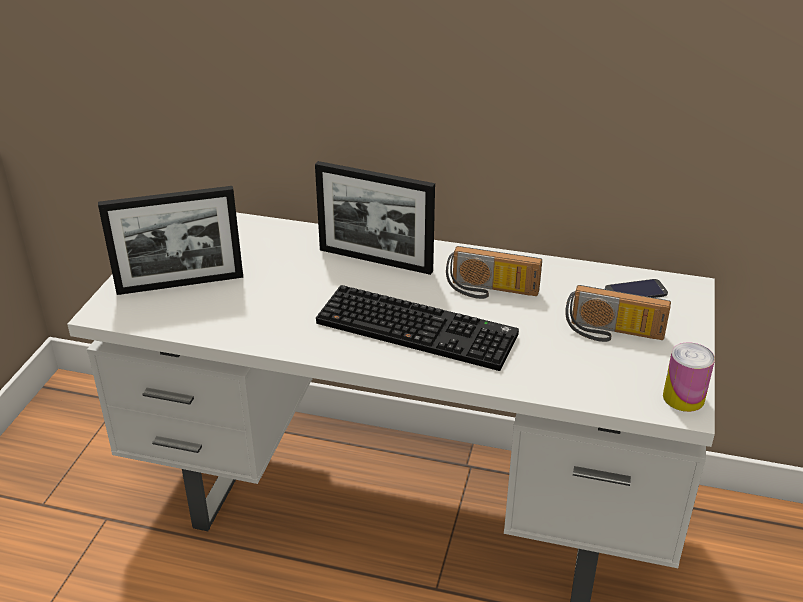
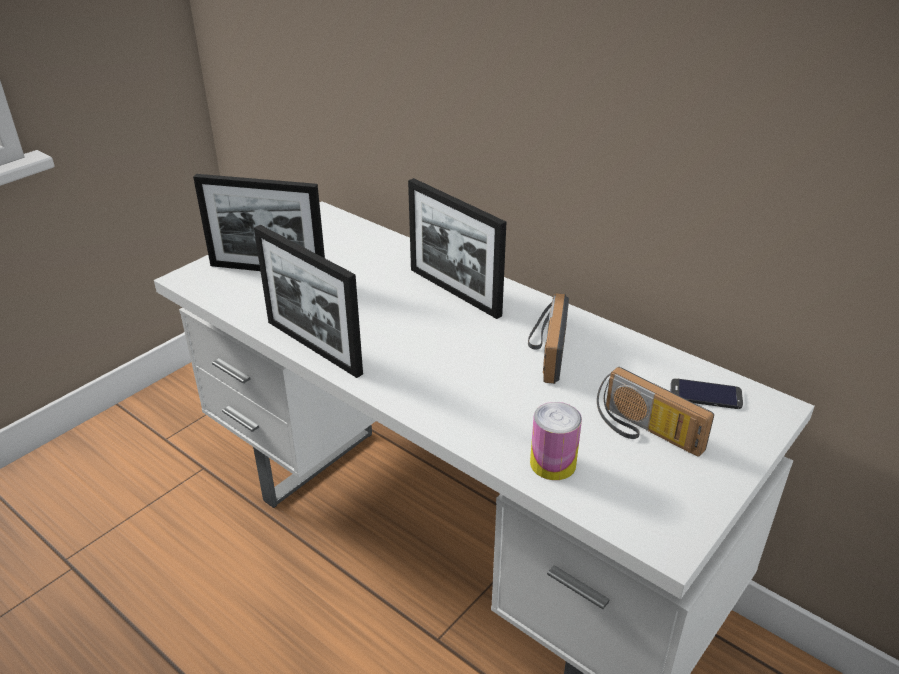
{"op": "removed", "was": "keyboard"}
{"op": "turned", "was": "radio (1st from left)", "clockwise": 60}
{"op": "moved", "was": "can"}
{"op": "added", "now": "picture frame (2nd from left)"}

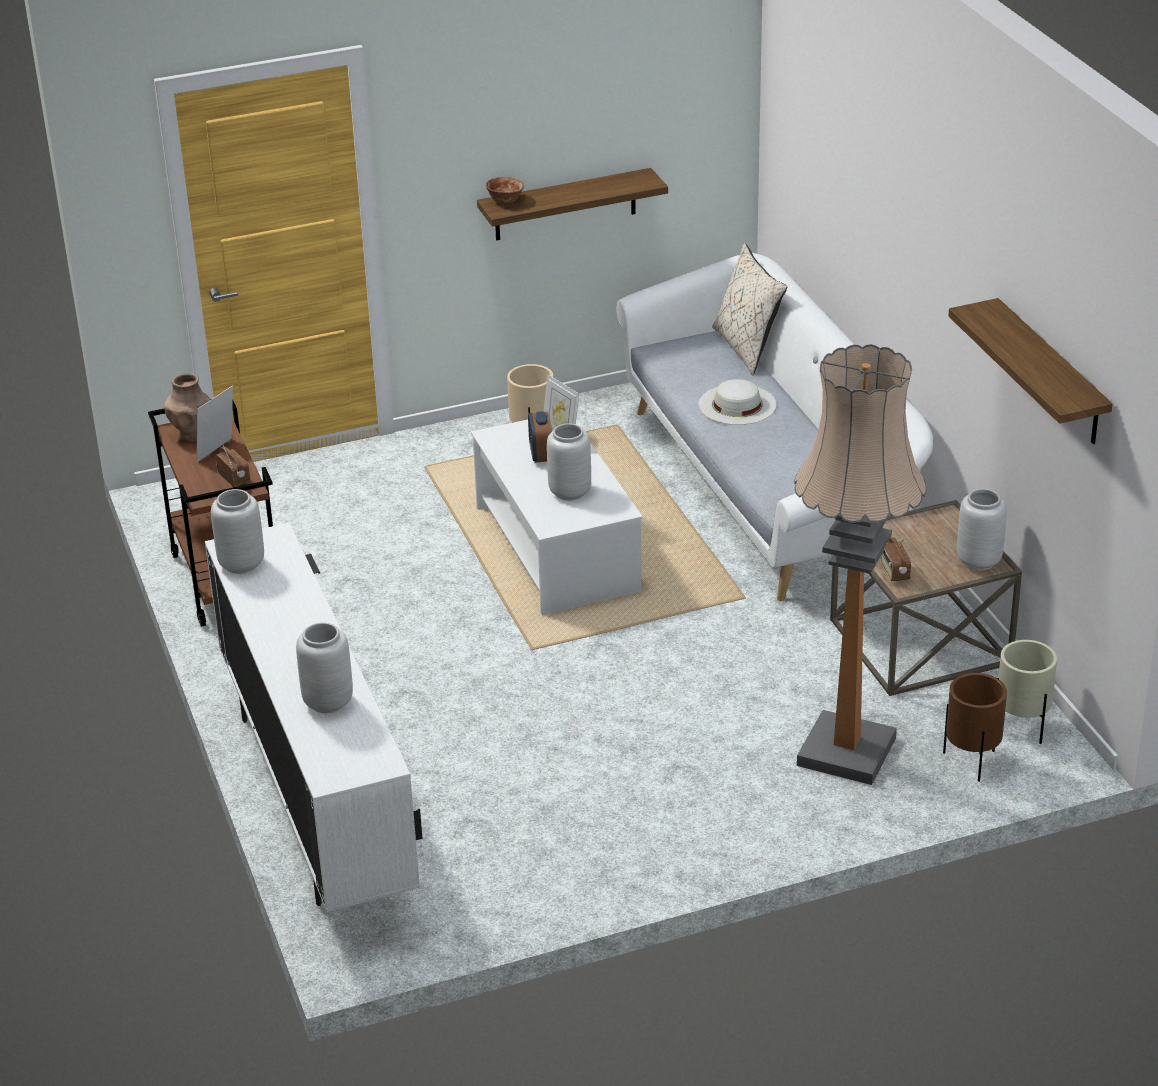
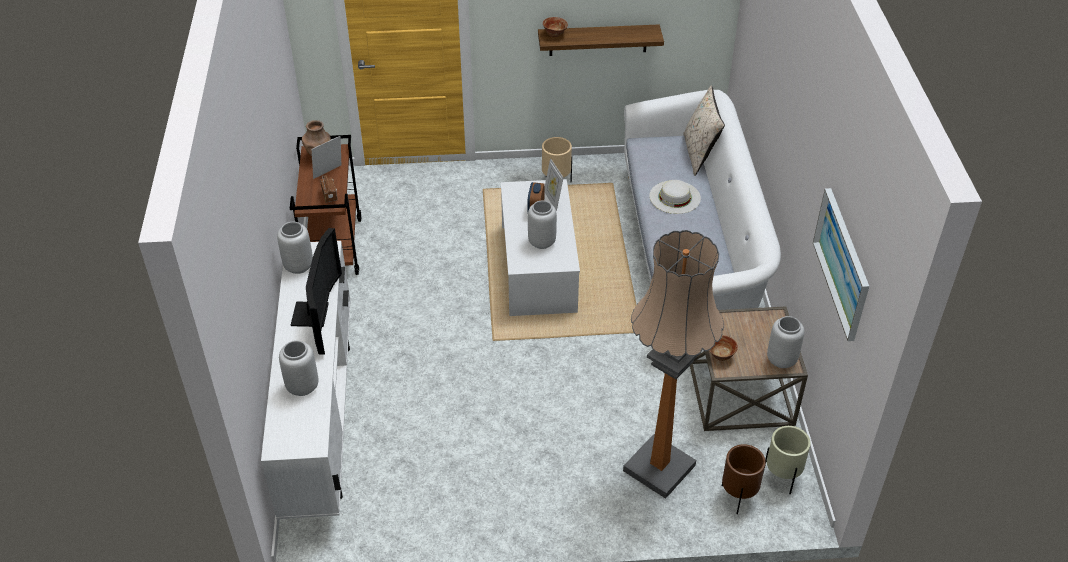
{"op": "replaced", "was": "radio (2nd from left)", "now": "bowl (2nd from left)"}
{"op": "replaced", "was": "shelf (2nd from left)", "now": "picture"}
{"op": "added", "now": "television"}

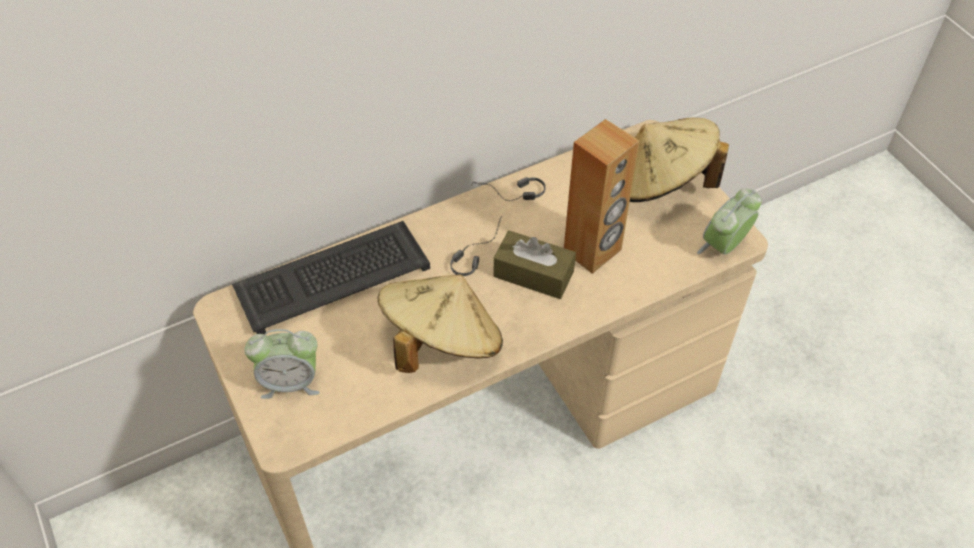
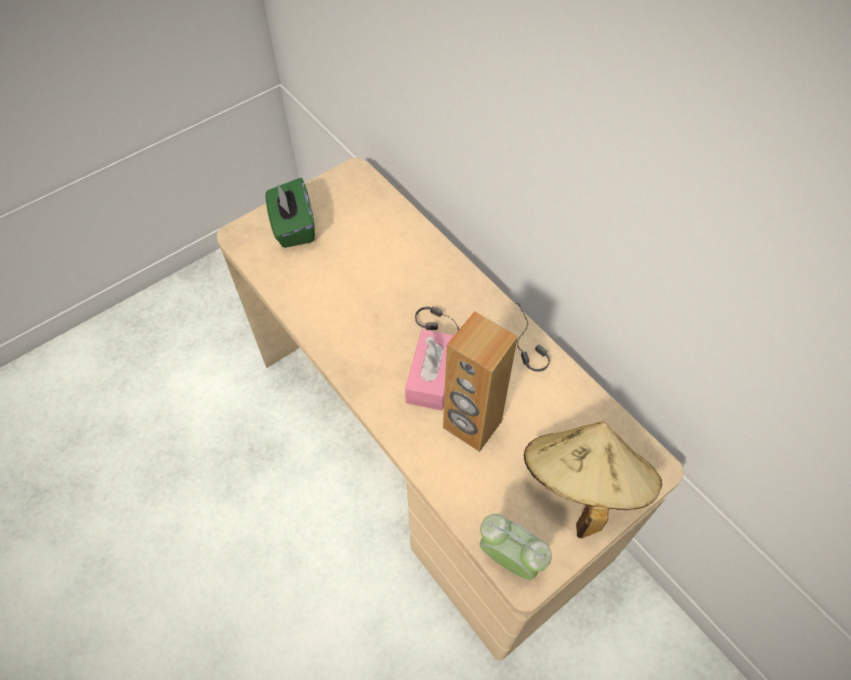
{"op": "removed", "was": "keyboard"}
{"op": "replaced", "was": "alarm clock (1st from left)", "now": "tissue box/green"}
{"op": "removed", "was": "hat/beige (1st from left)"}
{"op": "recoloured", "was": "tissue box/brown", "now": "tissue box/pink"}

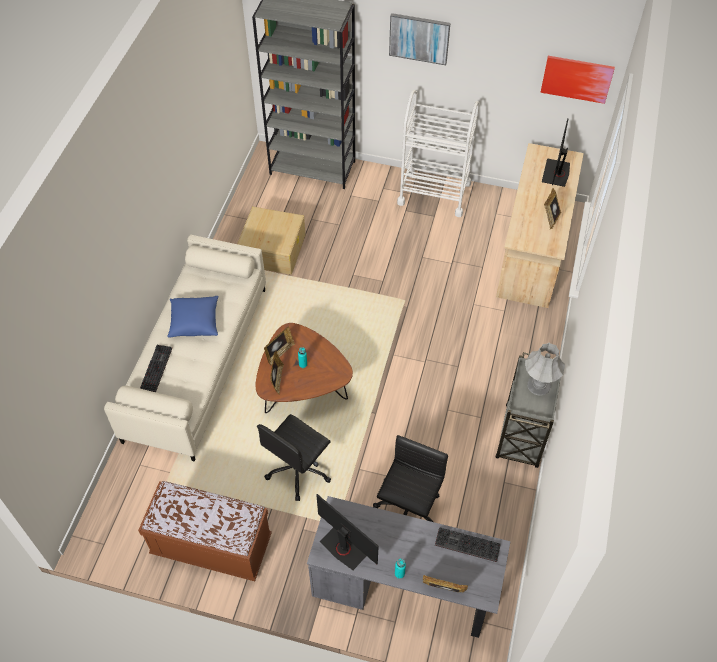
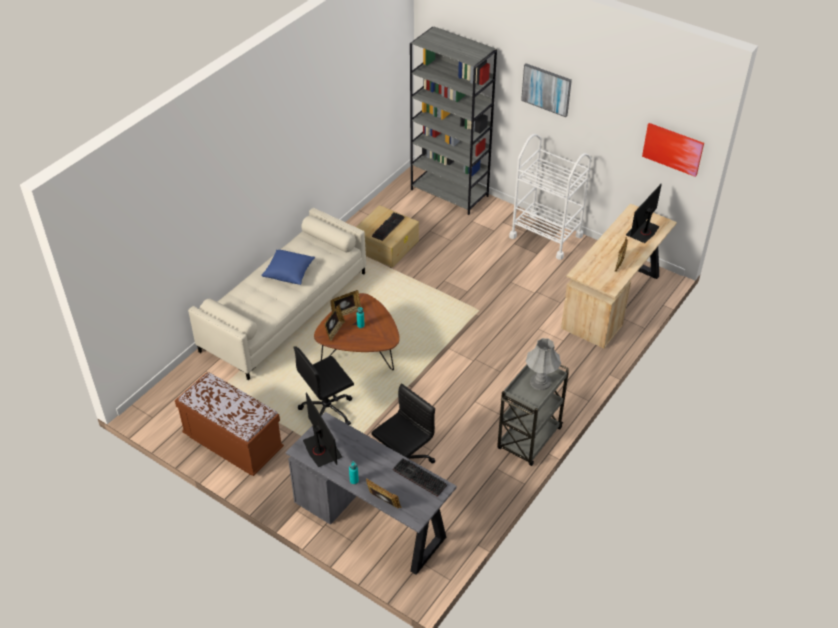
{"op": "moved", "was": "keyboard (1st from left)"}

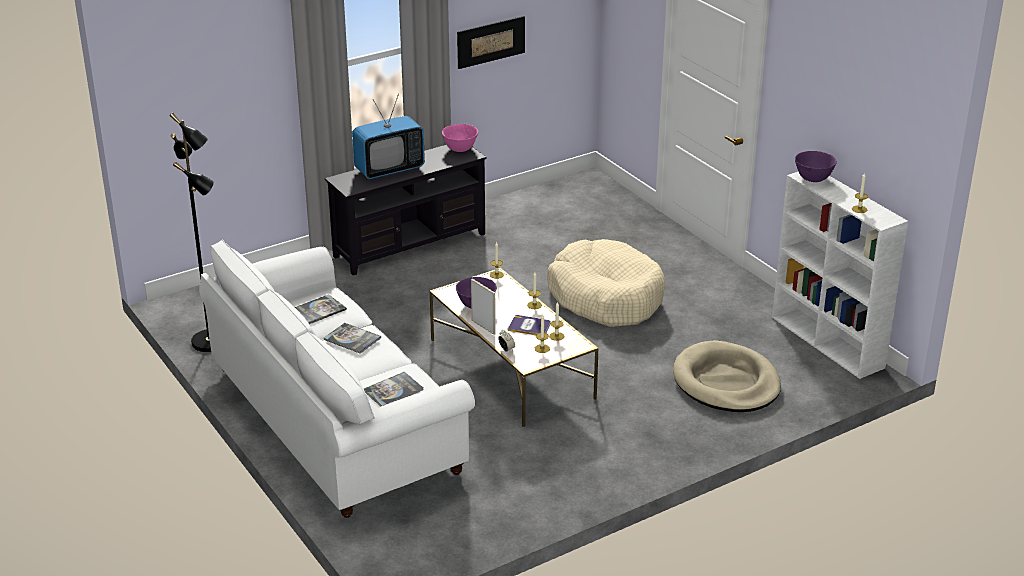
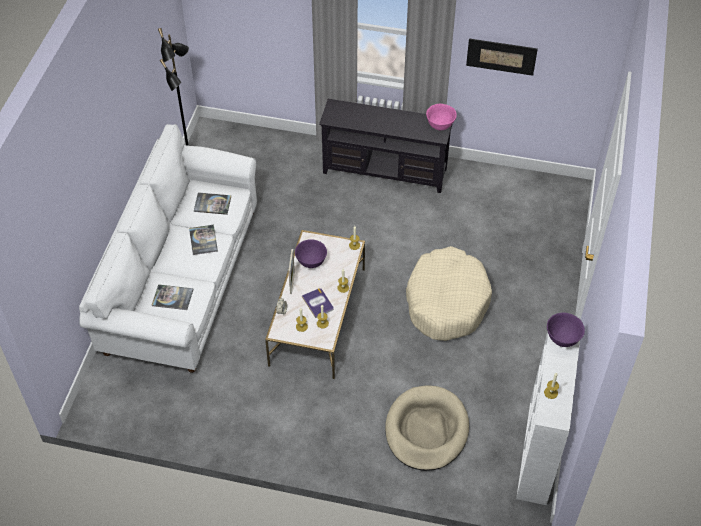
{"op": "removed", "was": "television"}

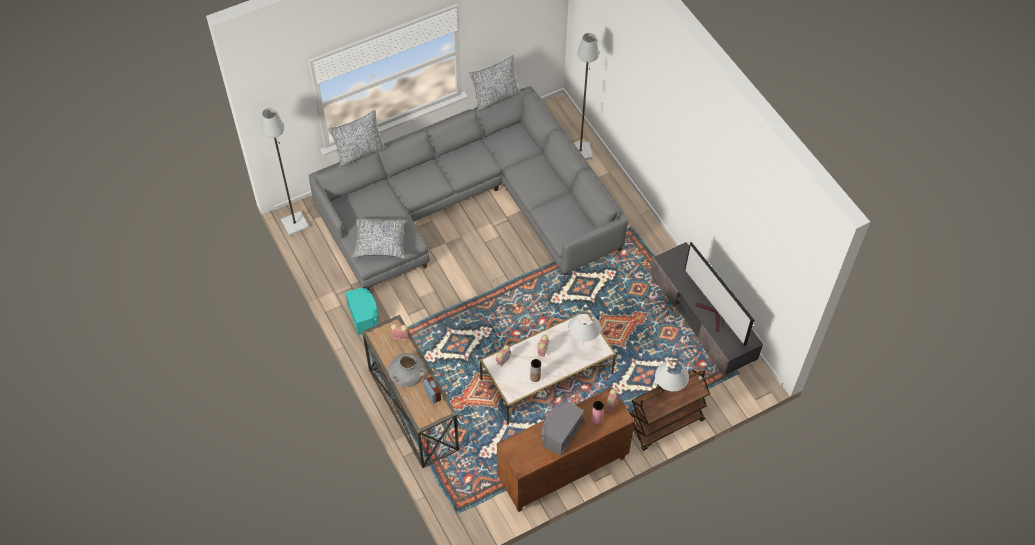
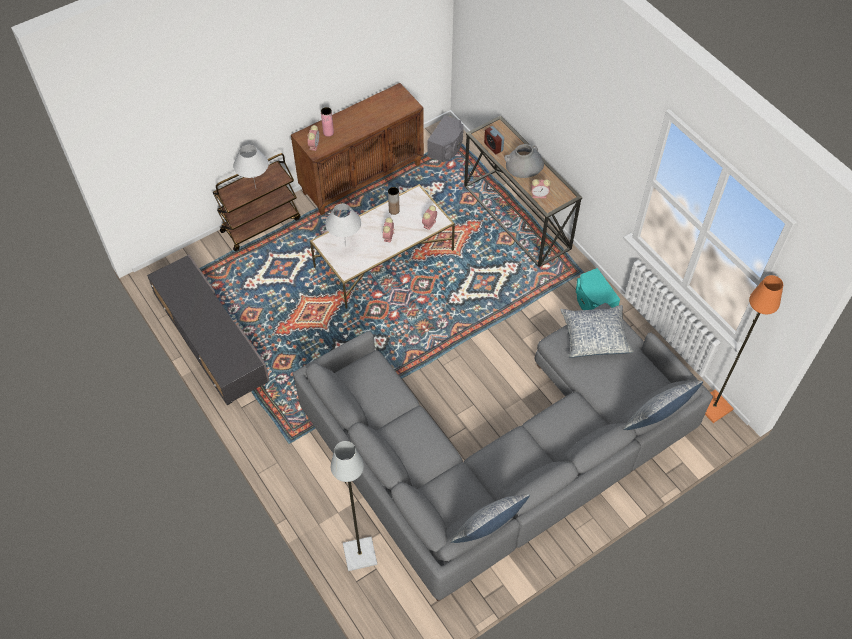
{"op": "recoloured", "was": "floor lamp/grey (1st from left)", "now": "floor lamp/orange"}
{"op": "moved", "was": "speaker/grey"}
{"op": "removed", "was": "television"}

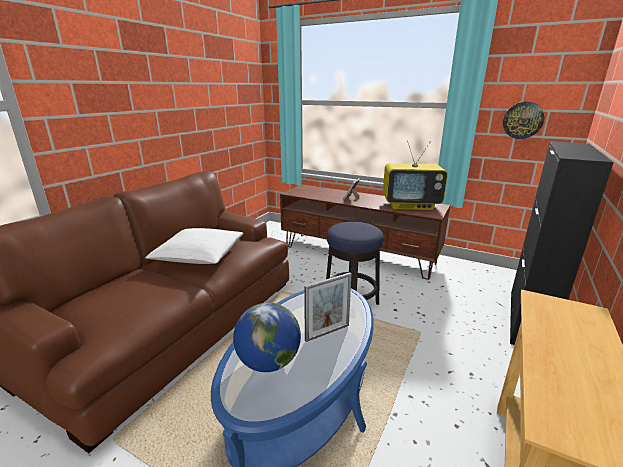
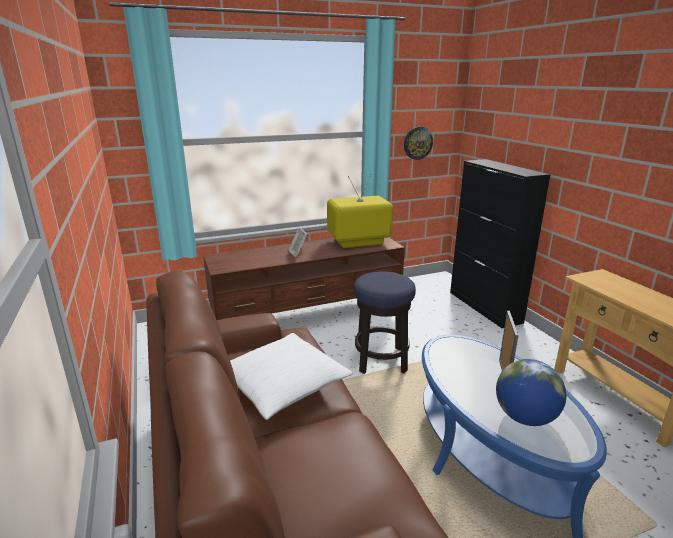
{"op": "turned", "was": "television", "clockwise": -150}

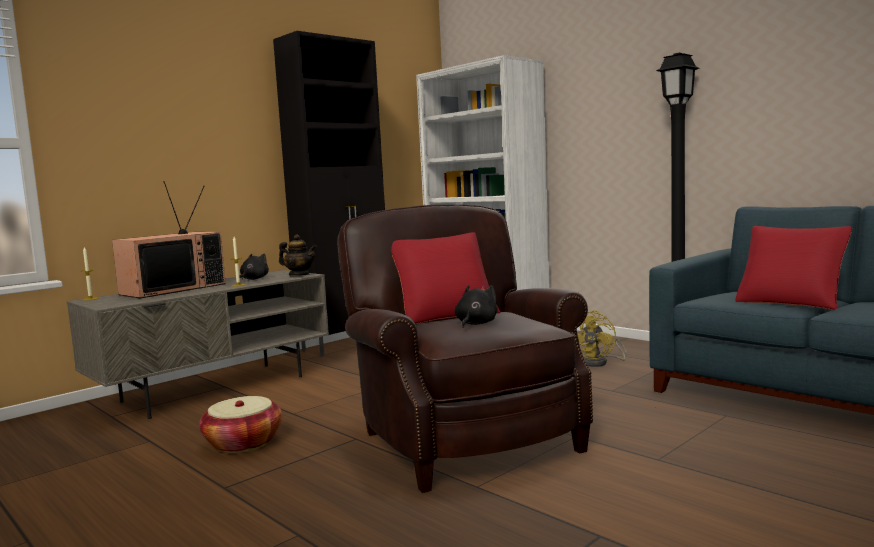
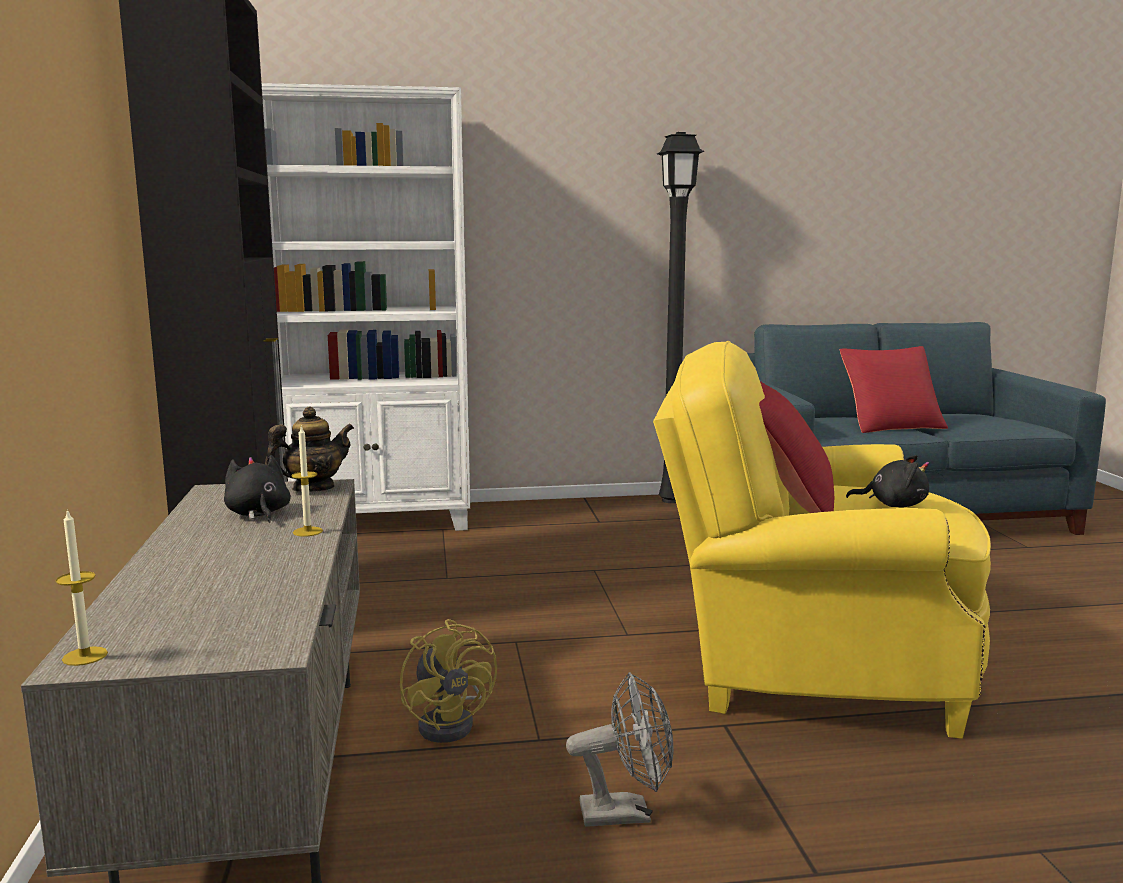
{"op": "removed", "was": "television"}
{"op": "replaced", "was": "basket", "now": "fan/grey"}
{"op": "recoloured", "was": "armchair/brown", "now": "armchair/yellow"}
{"op": "turned", "was": "plush toy/black (2nd from left)", "clockwise": 135}
{"op": "moved", "was": "fan/yellow"}

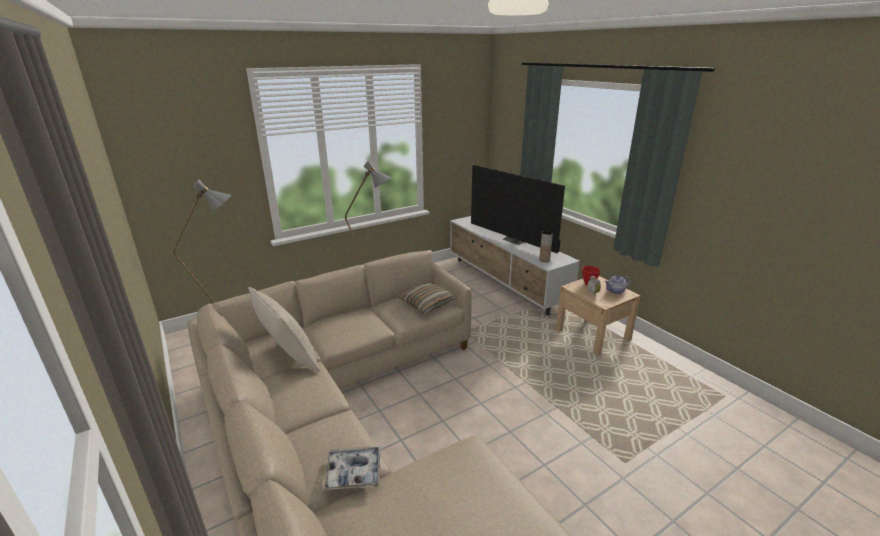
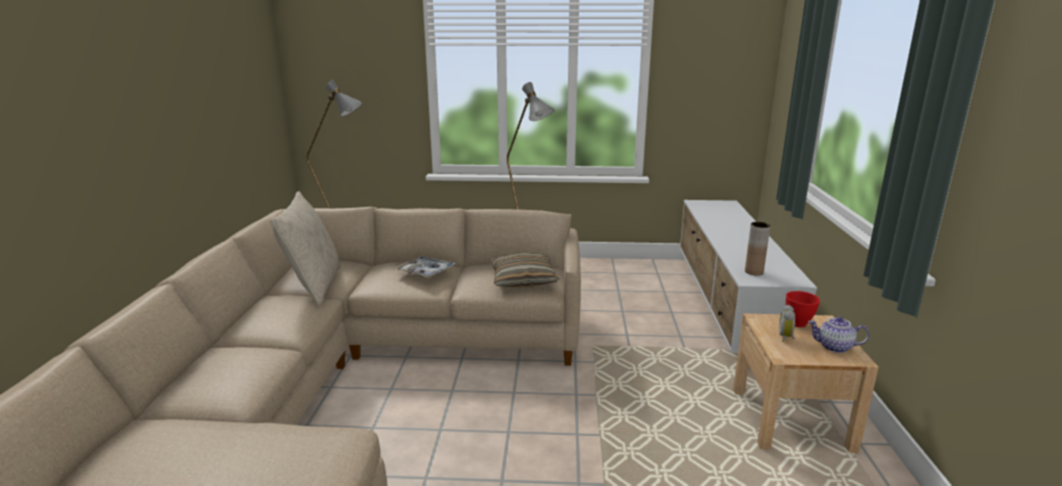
{"op": "moved", "was": "tray"}
{"op": "removed", "was": "television"}

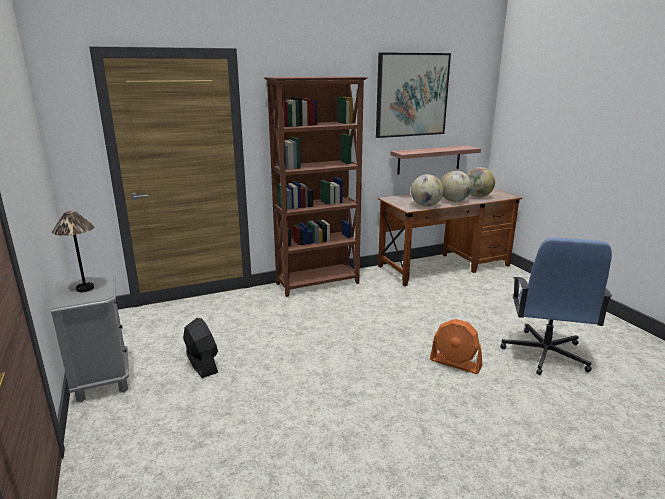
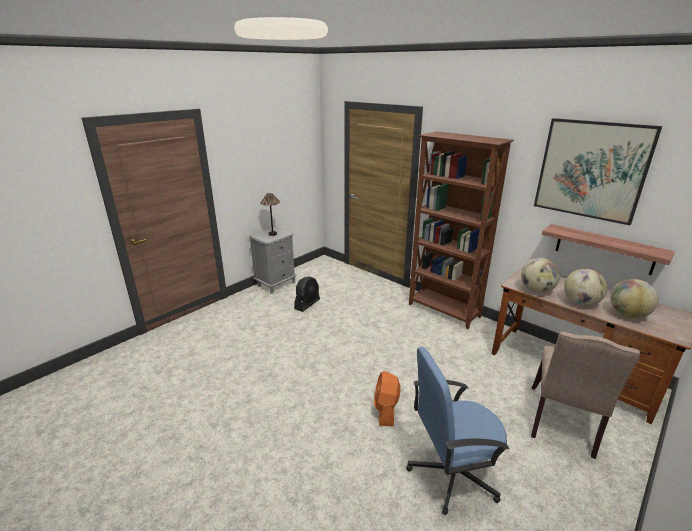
{"op": "added", "now": "chair/beige"}

